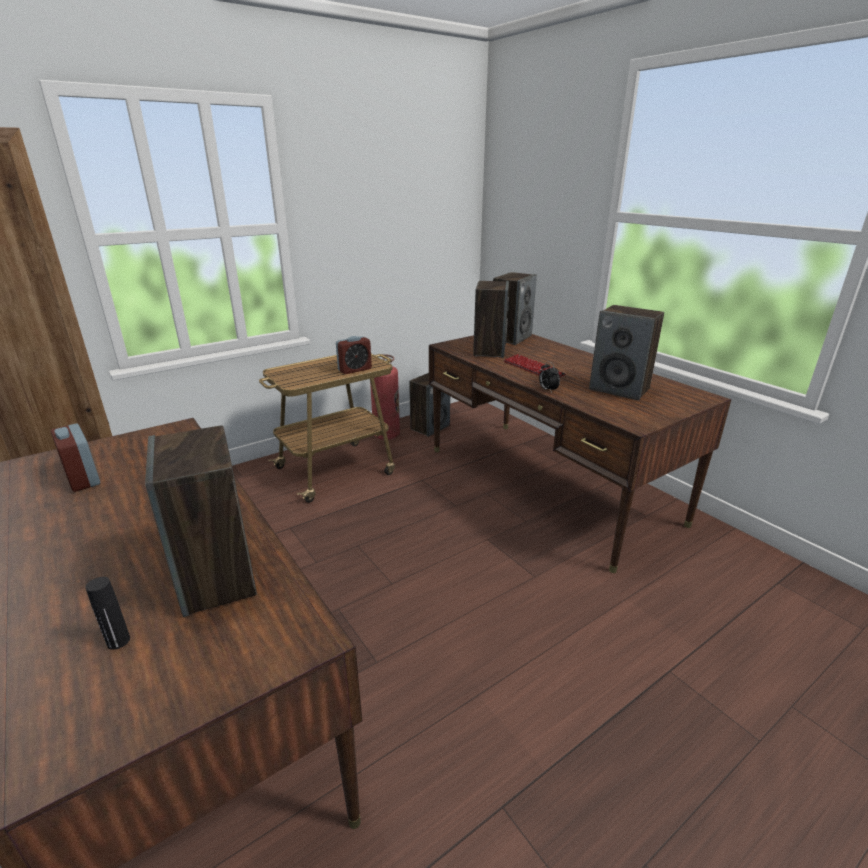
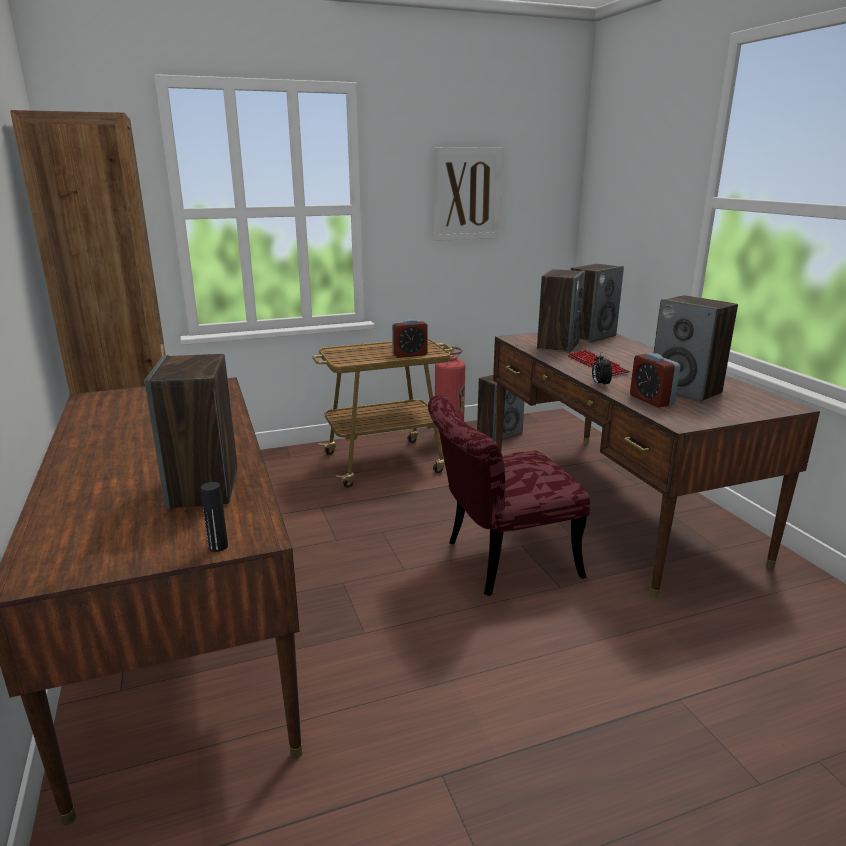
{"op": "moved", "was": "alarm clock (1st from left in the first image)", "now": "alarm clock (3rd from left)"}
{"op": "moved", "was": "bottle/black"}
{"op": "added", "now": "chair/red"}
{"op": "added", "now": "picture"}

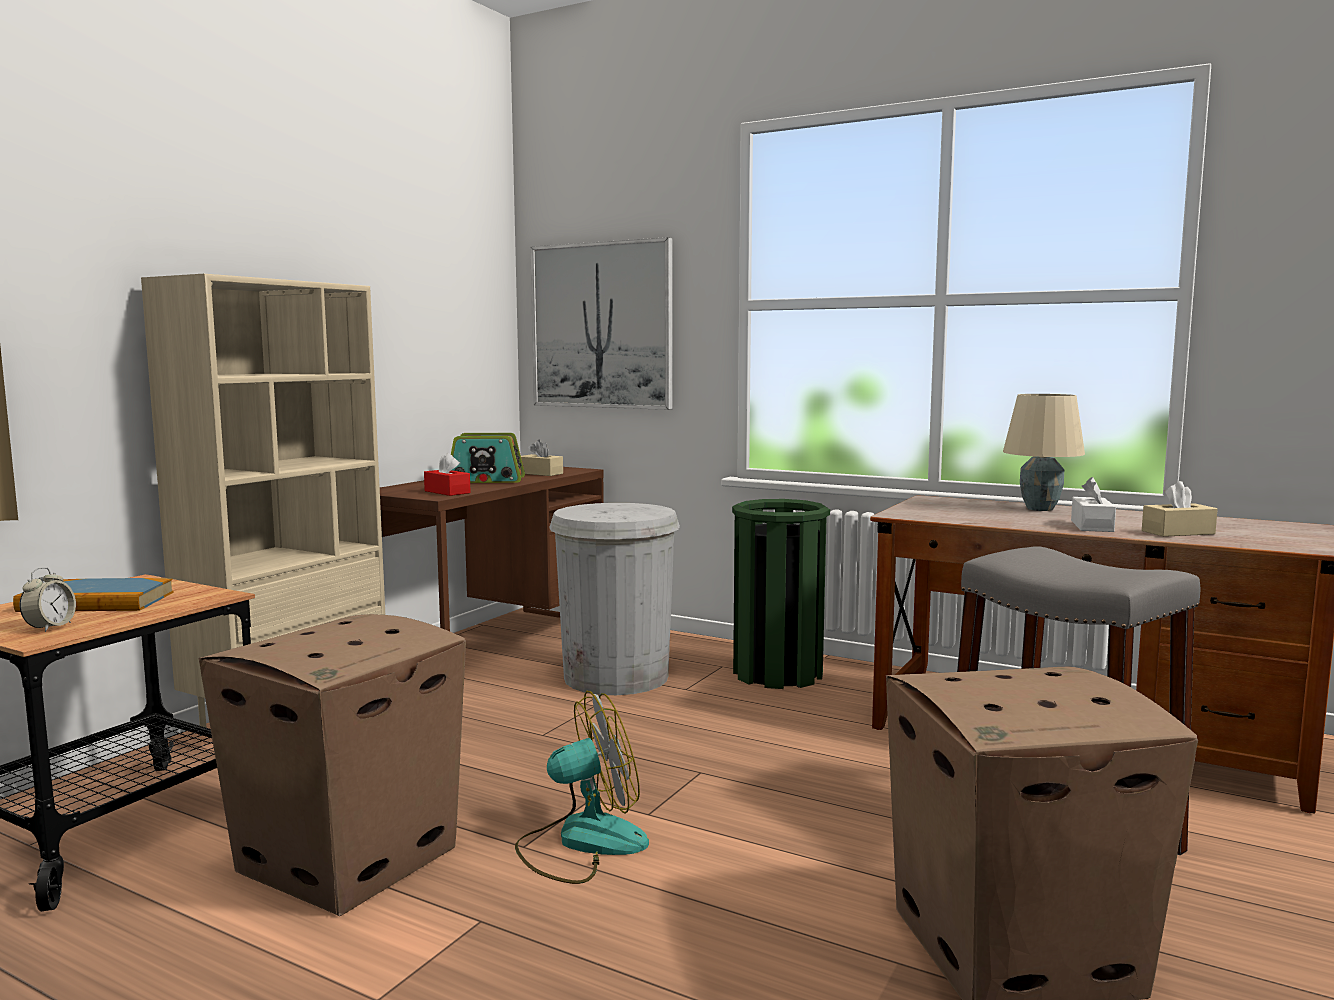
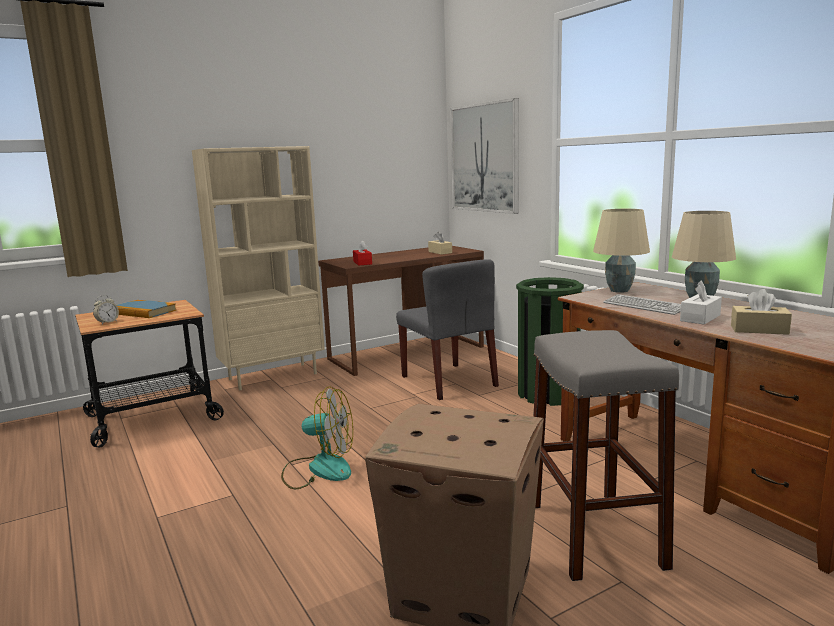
{"op": "removed", "was": "cardboard box (1st from left)"}
{"op": "removed", "was": "radio"}
{"op": "replaced", "was": "trash can/white", "now": "chair/grey"}
{"op": "added", "now": "table lamp/beige (1st from left)"}
{"op": "added", "now": "keyboard"}

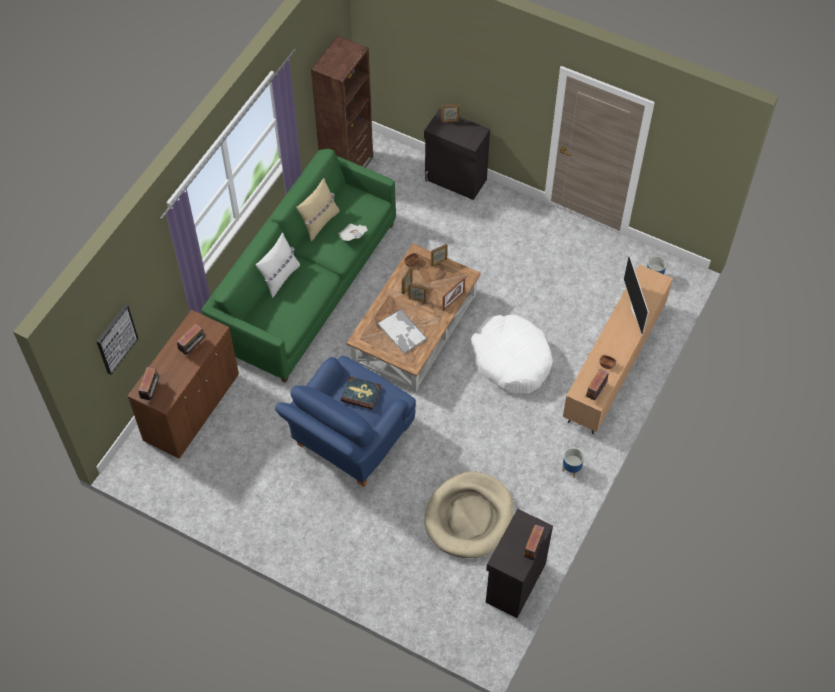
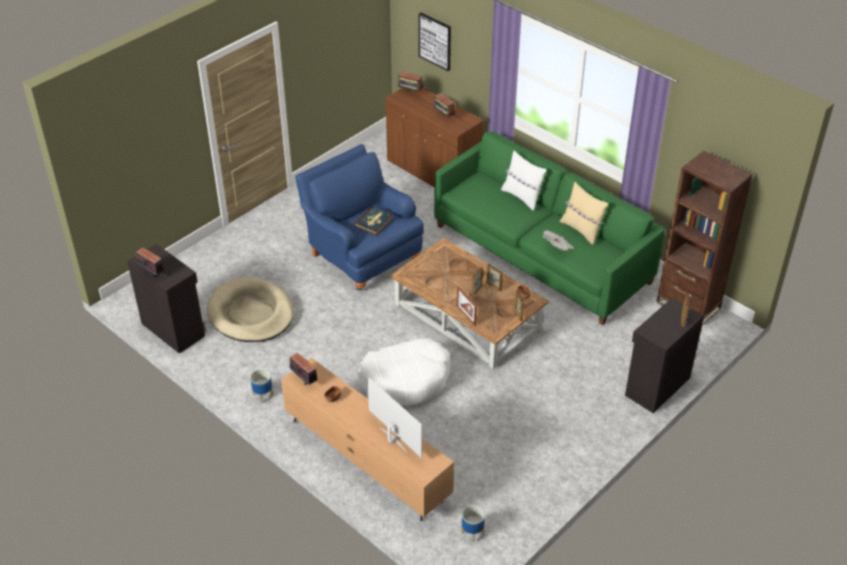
{"op": "removed", "was": "tray"}
{"op": "turned", "was": "television", "clockwise": 45}

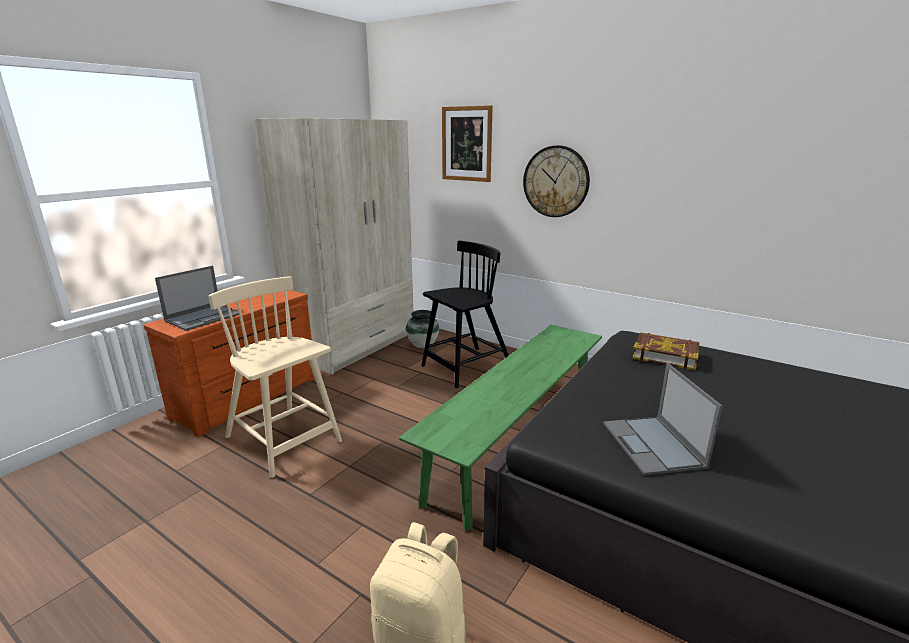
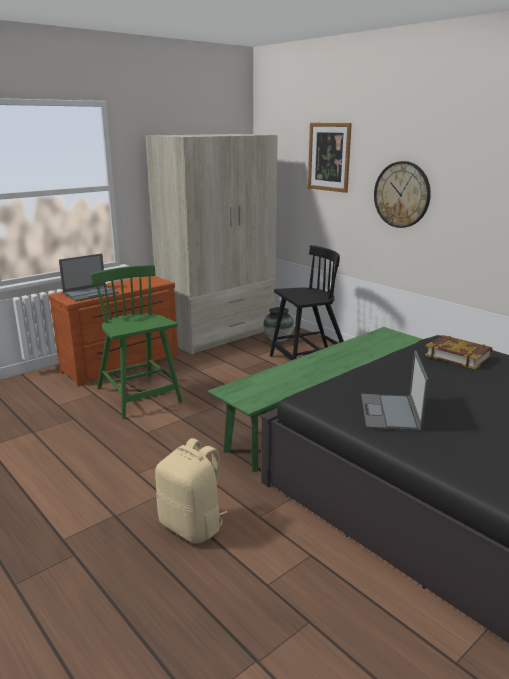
{"op": "recoloured", "was": "chair/beige", "now": "chair/green"}

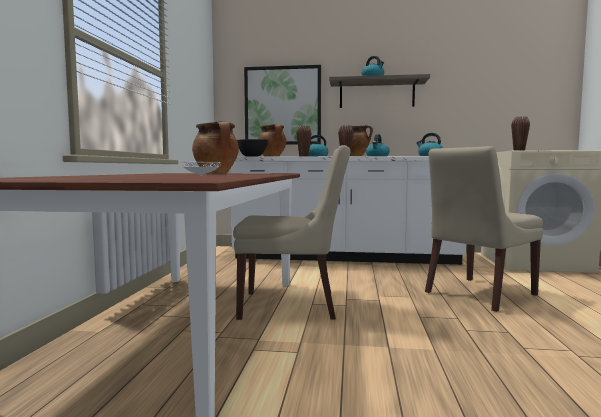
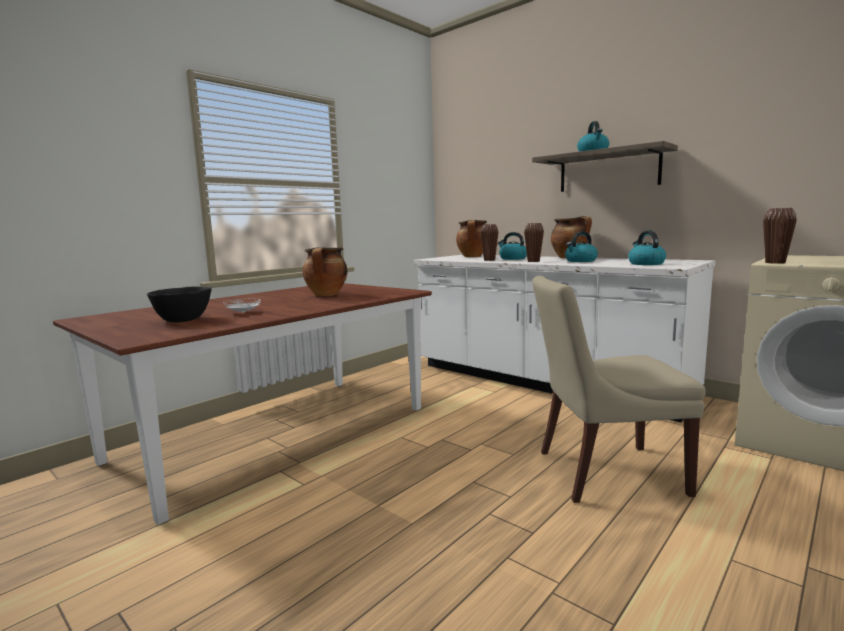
{"op": "removed", "was": "chair/beige (1st from left)"}
{"op": "moved", "was": "bowl/black"}
{"op": "removed", "was": "picture"}

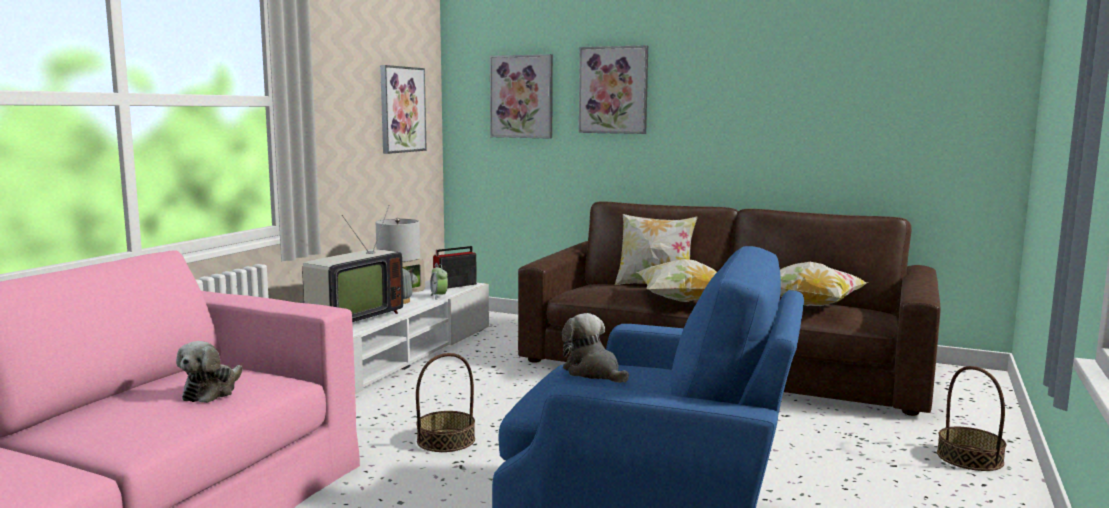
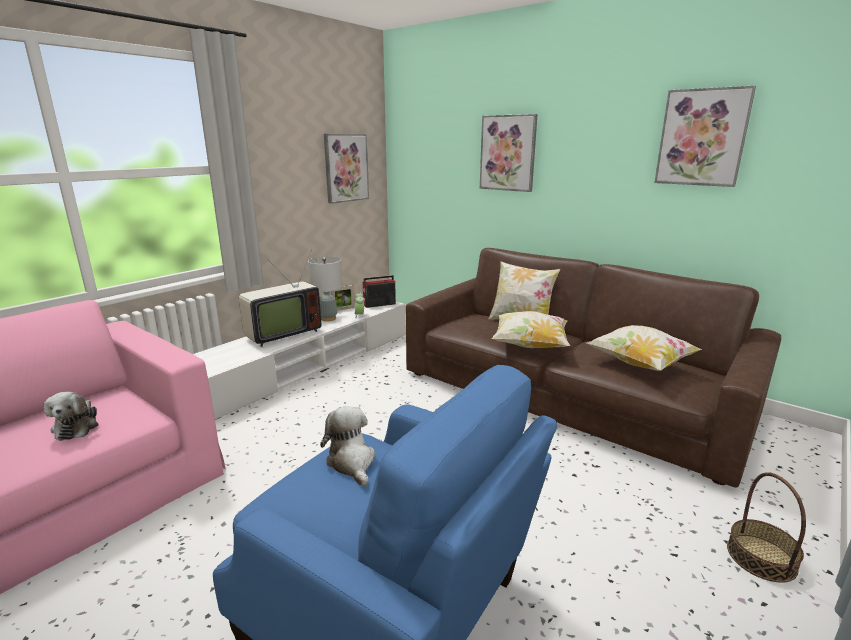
{"op": "turned", "was": "plush toy (1st from left)", "clockwise": -45}
{"op": "removed", "was": "basket (1st from left)"}
{"op": "moved", "was": "picture (2nd from left in the first image)", "now": "picture (3rd from left)"}

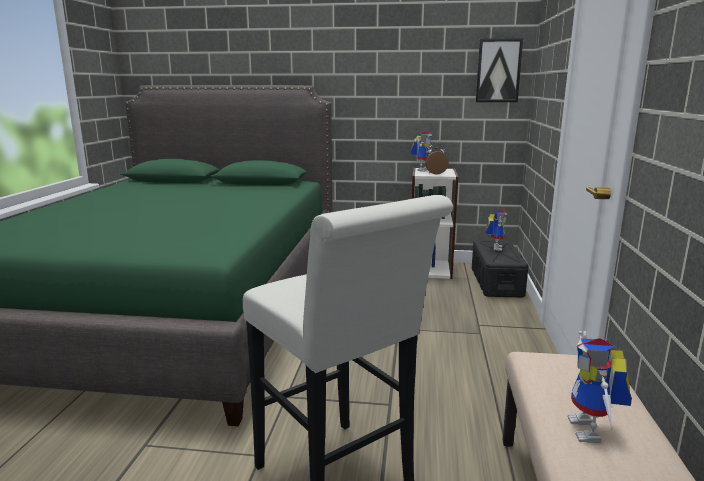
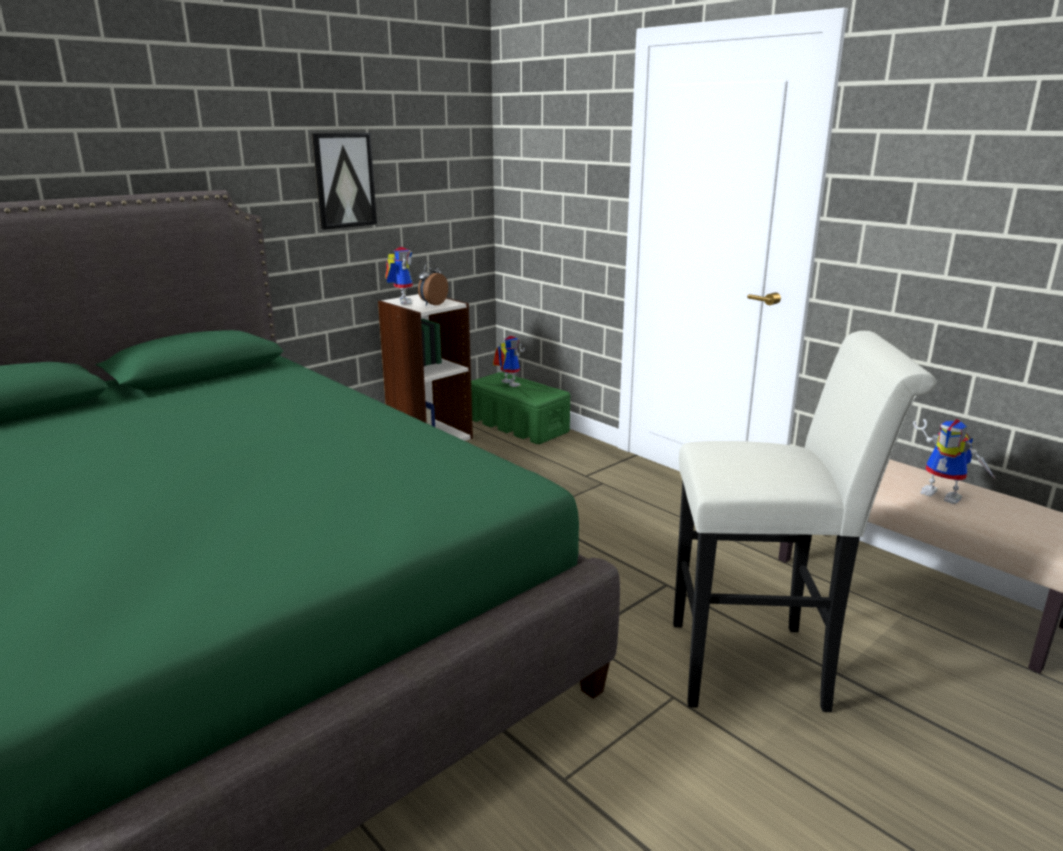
{"op": "recoloured", "was": "storage box/black", "now": "storage box/green"}
{"op": "moved", "was": "picture"}

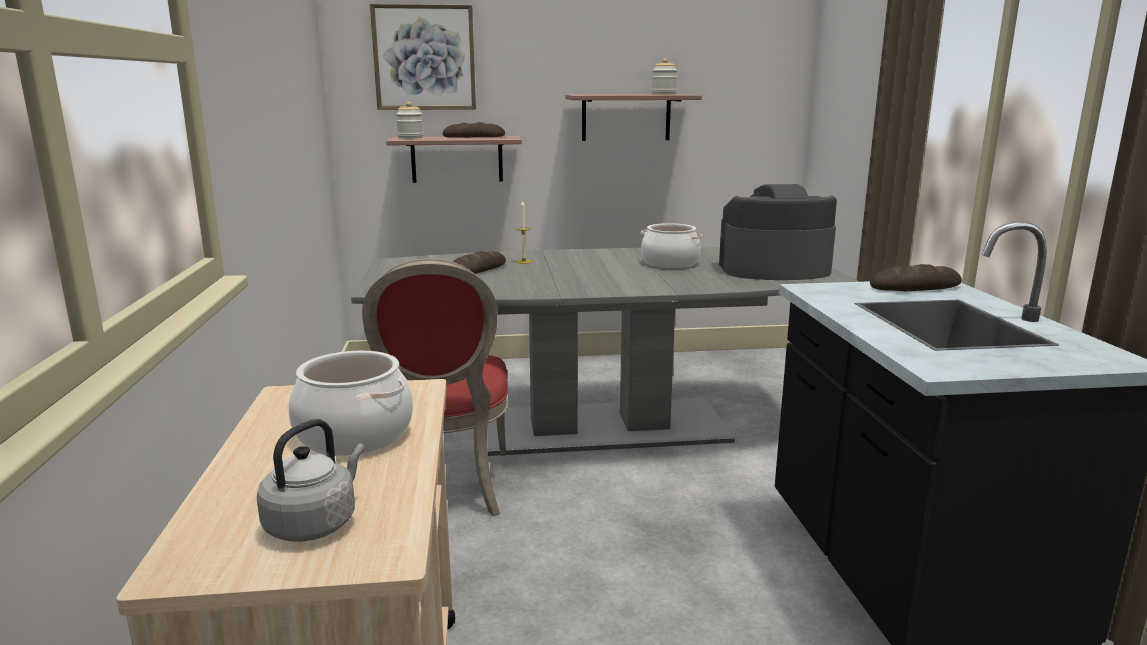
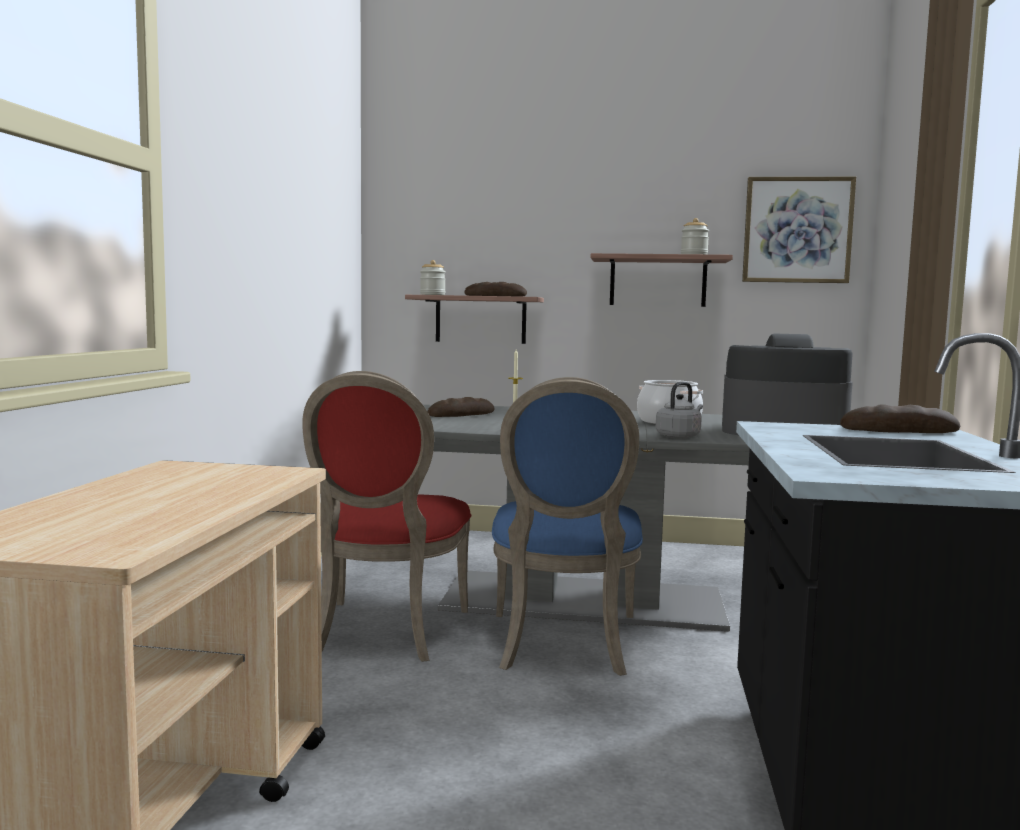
{"op": "moved", "was": "kettle/grey"}
{"op": "removed", "was": "cooking pot (1st from left)"}
{"op": "moved", "was": "picture"}
{"op": "added", "now": "chair/blue"}

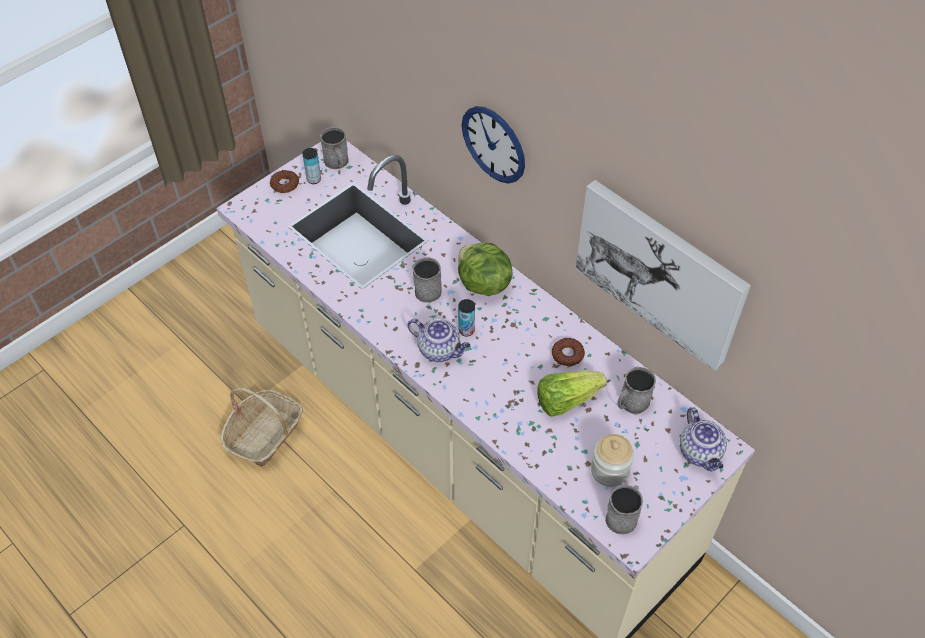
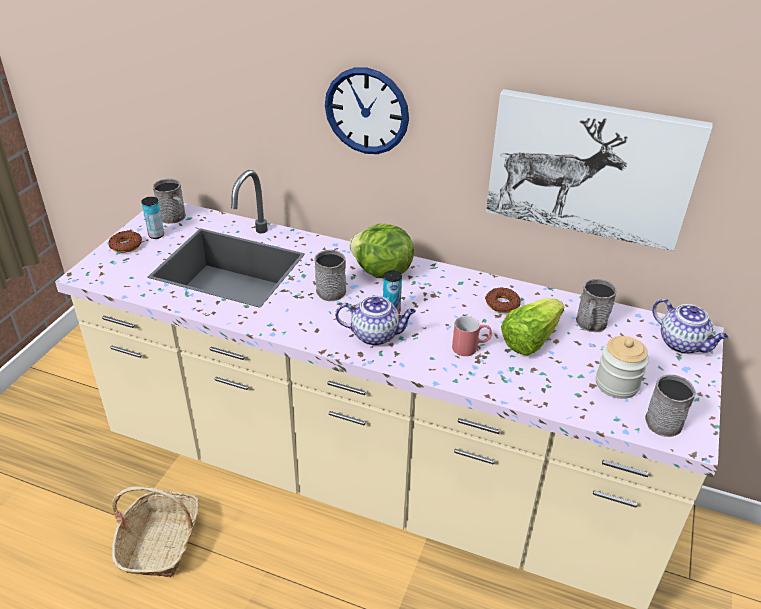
{"op": "added", "now": "mug/red"}

